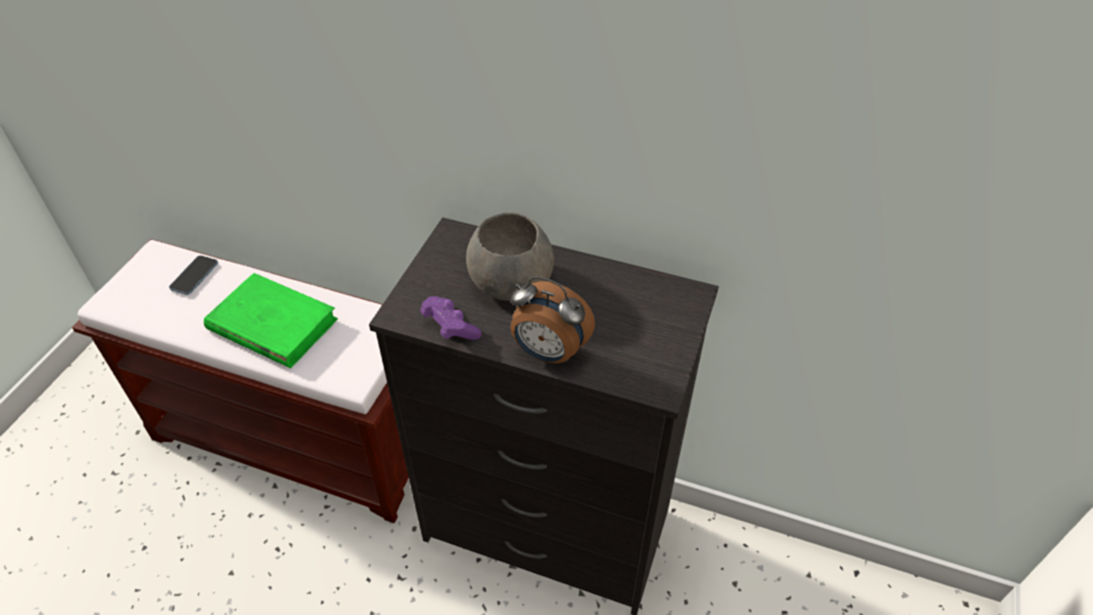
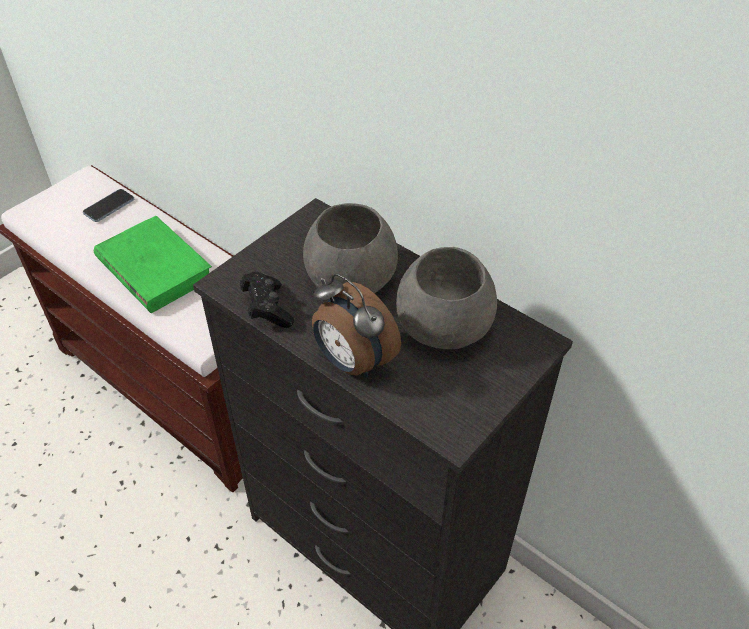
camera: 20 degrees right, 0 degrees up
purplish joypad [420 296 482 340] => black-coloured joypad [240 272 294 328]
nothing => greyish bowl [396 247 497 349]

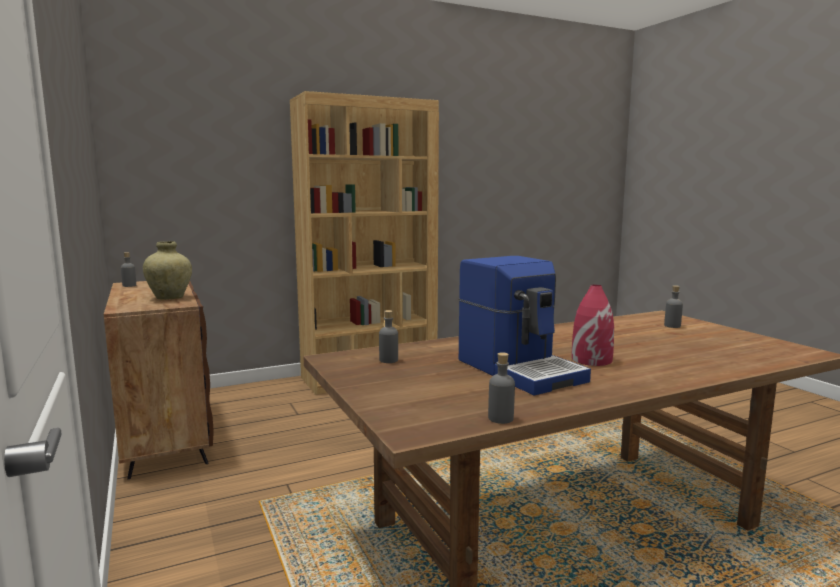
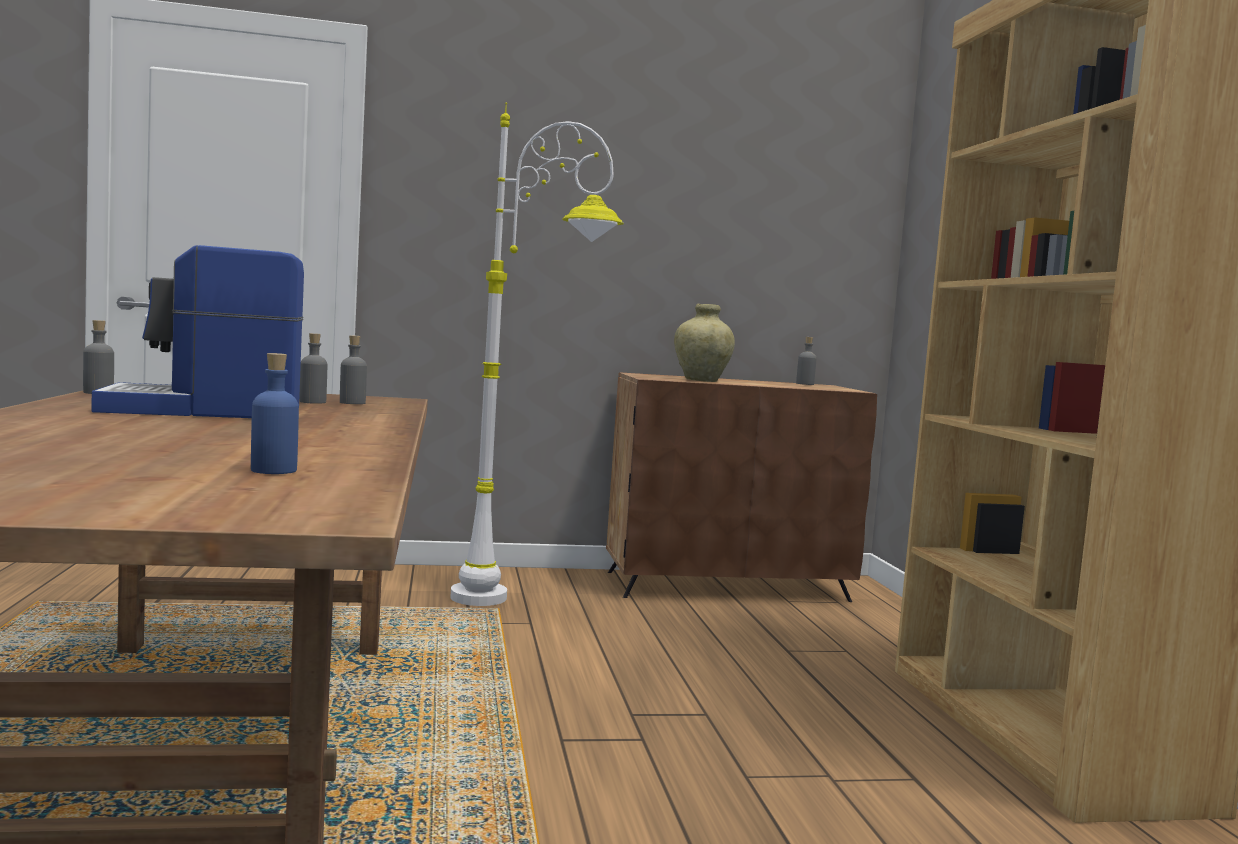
camera: 105 degrees right, 5 degrees down
red-coloured decorative vase [572 285 614 366] => nothing
greyish bottle [664 285 683 328] => greyish bottle [300 333 327 404], moved
nothing => blue bottle [251 353 299 474]
nothing => whitish standard lamp [450 102 624 606]

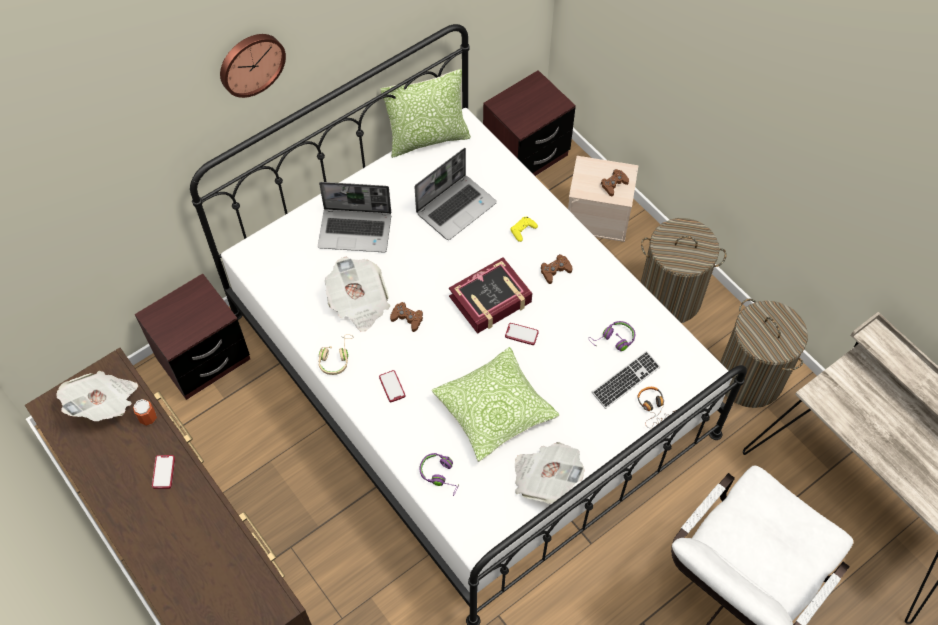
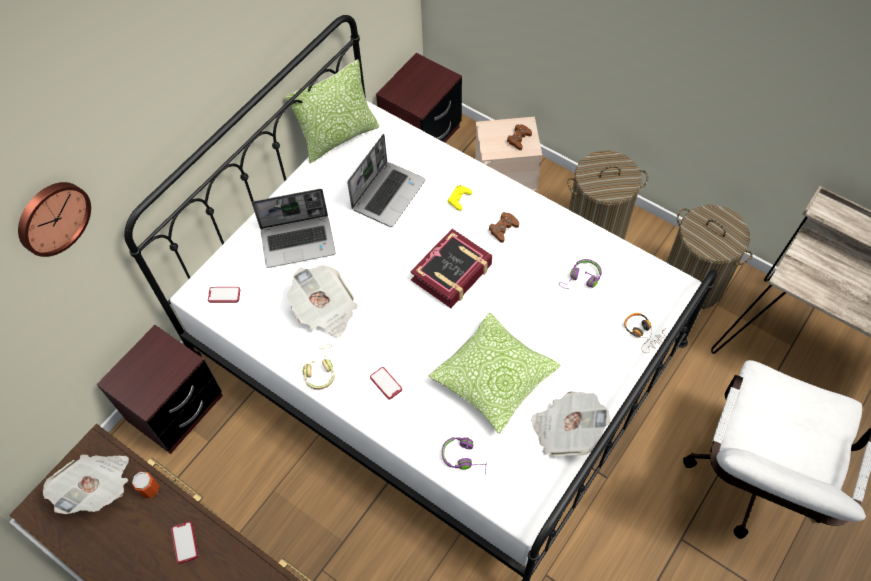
camera: 15 degrees left, 0 degrees up
hanging clock [220 34 286 98] => hanging clock [18 182 91 257], moved
brownish joypad [390 302 423 332] => nothing
telephone [505 323 539 345] => telephone [208 287 240 303], moved
PC keyboard [592 351 660 409] => nothing

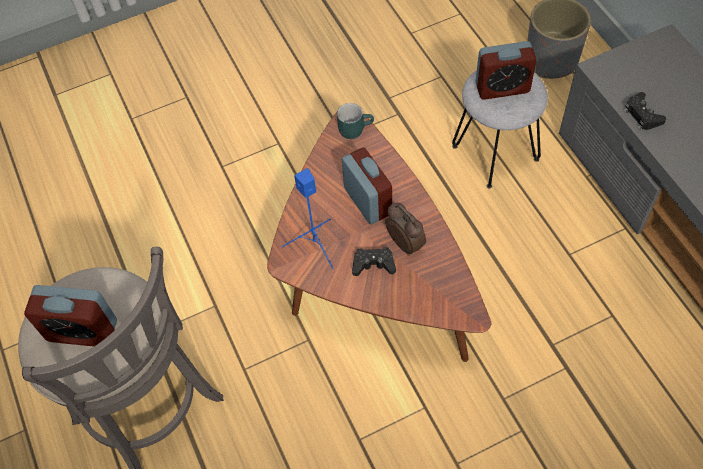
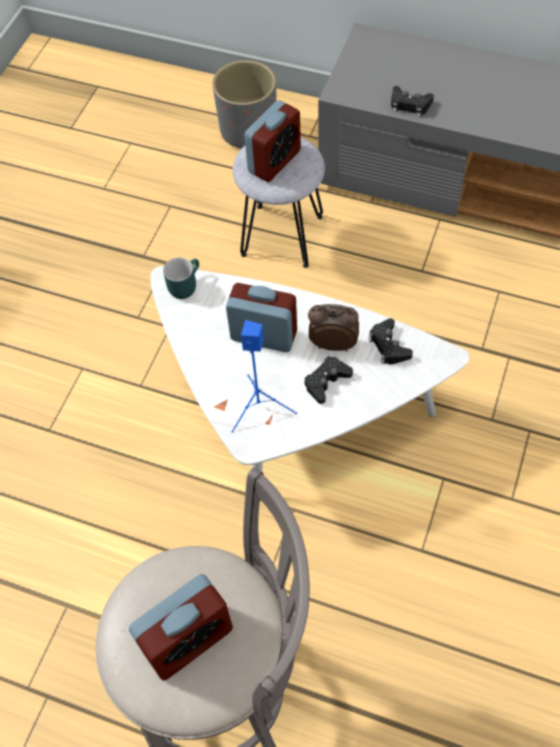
camera: 45 degrees left, 0 degrees up
brownish coffee table [267 112 491 362] => whitish coffee table [150 266 470 472]
nothing => black-coloured joypad [368 318 413 364]

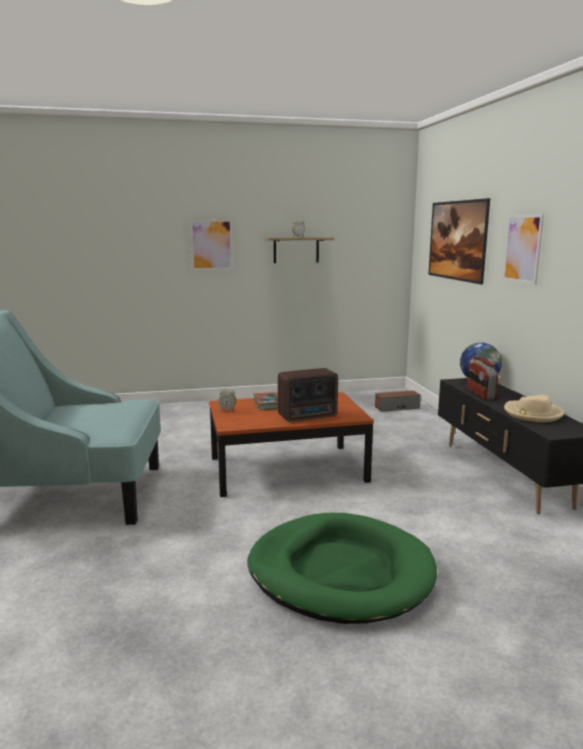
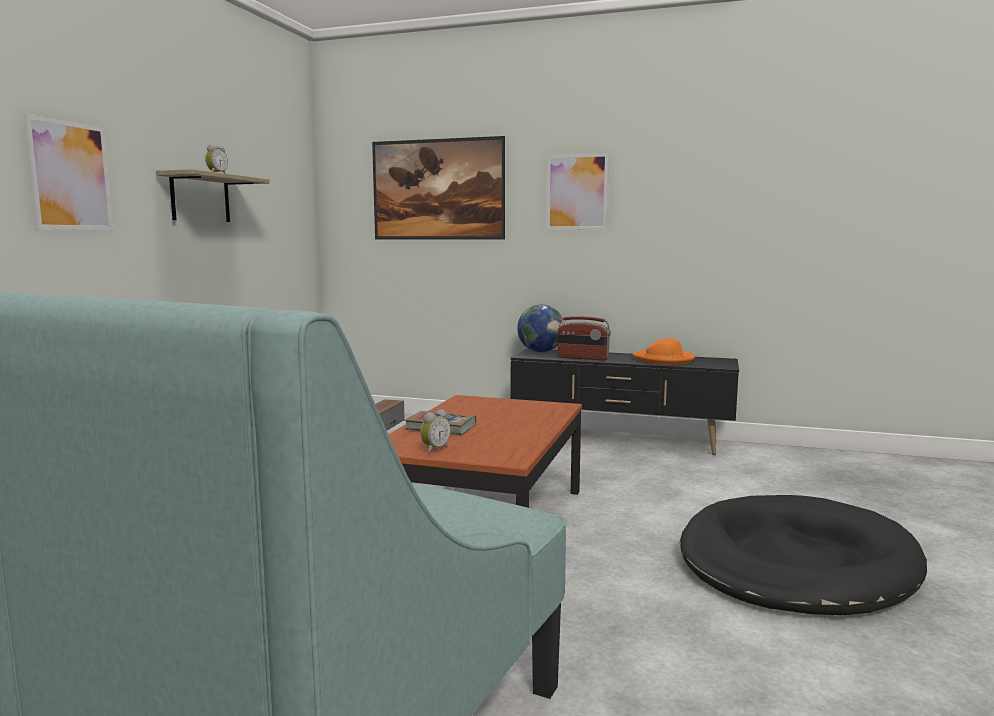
camera: 60 degrees left, 5 degrees down
green dog cushion [248 513 437 624] => black-coloured dog cushion [680 495 927 615]
radio set [278 368 338 422] => nothing
beige wearable hat [504 395 564 422] => orangey wearable hat [633 338 695 365]

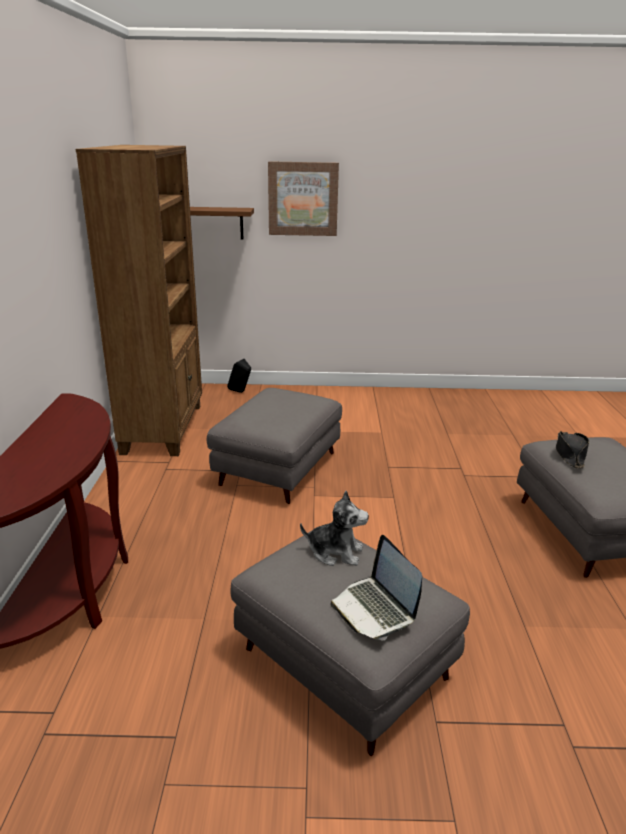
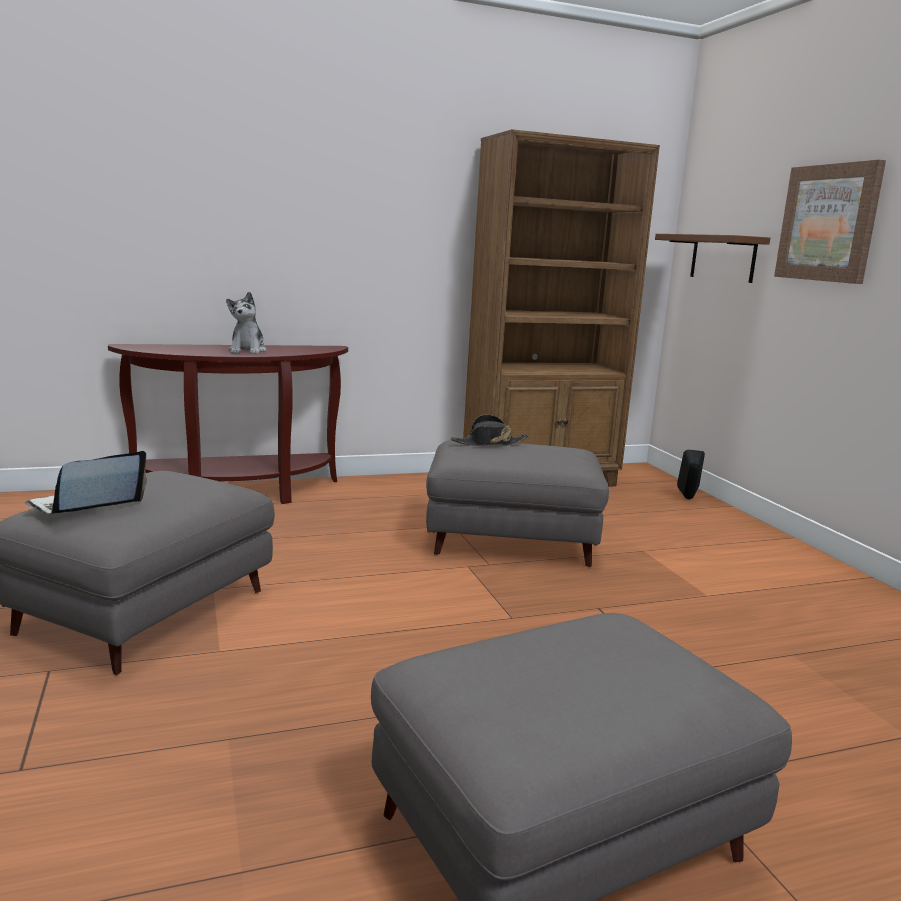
camera: 70 degrees right, 10 degrees down
soft toy [300 491 369 566] => soft toy [226 292 267 354], moved
black-coloured wearable hat [556 431 589 469] => black-coloured wearable hat [451 414 529 446], moved

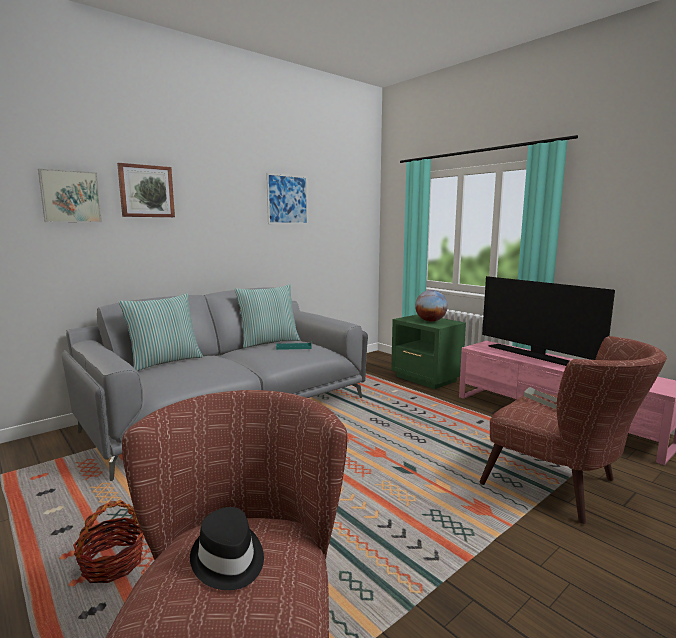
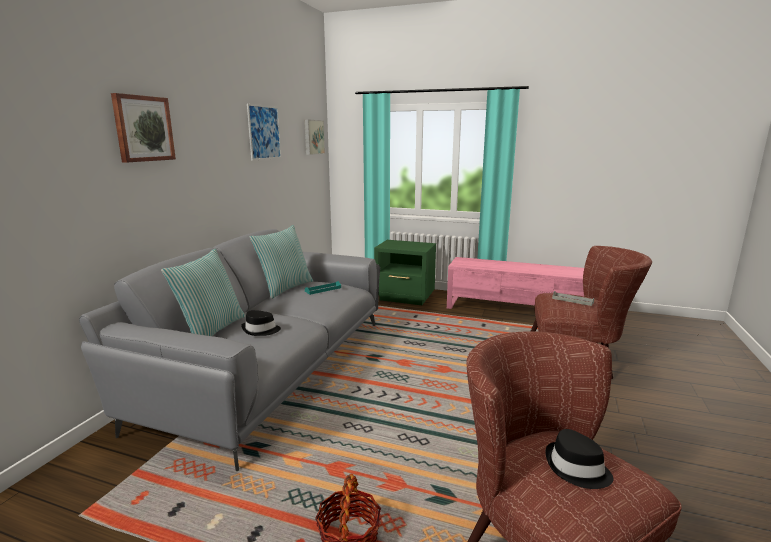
camera: 30 degrees left, 5 degrees up
picture [38 168 102 223] => picture [304 119 325 155], moved
globe [415 290 448 322] => nothing
television [482 276 615 366] => nothing
nothing => black-coloured wearable hat [241 310 281 336]

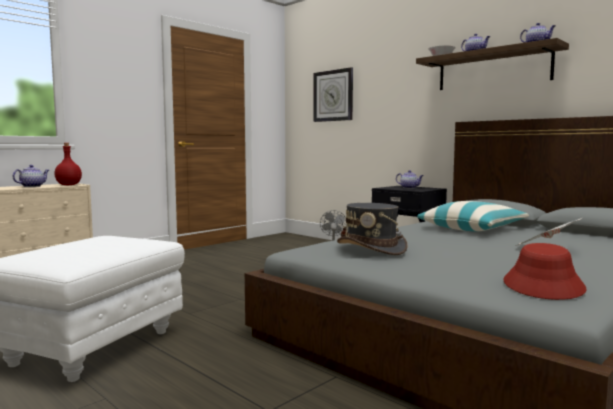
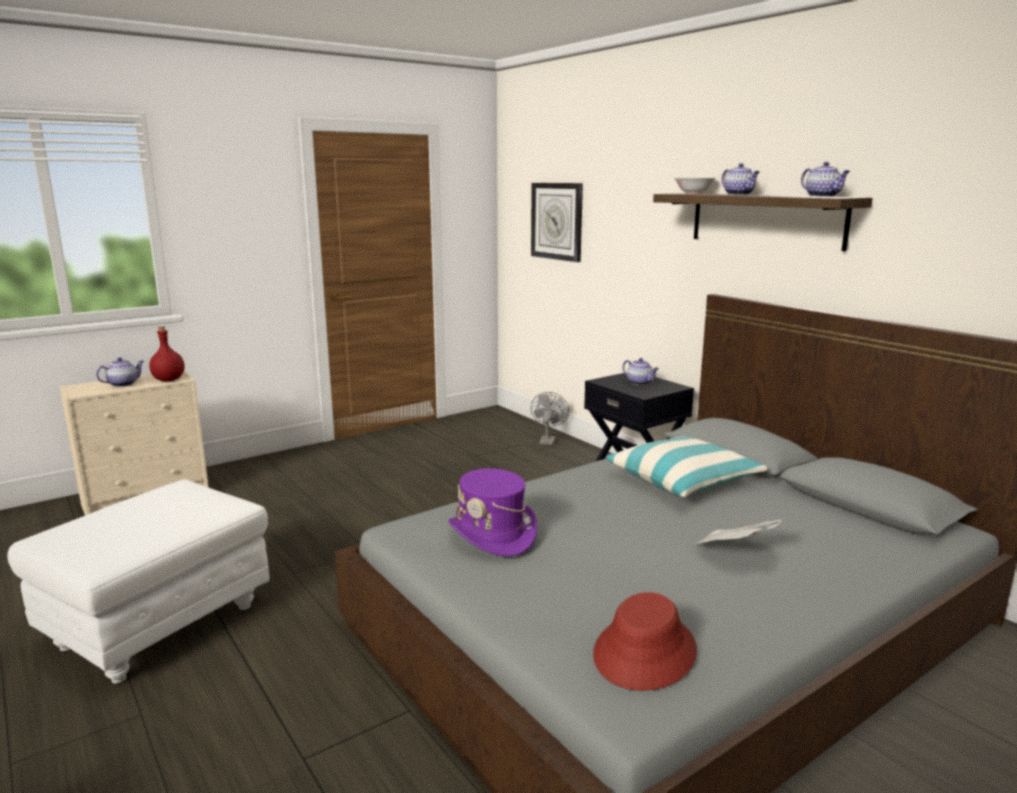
camera: 10 degrees right, 10 degrees up
greyish wearable hat [337 203 408 255] => purplish wearable hat [448 468 537 557]

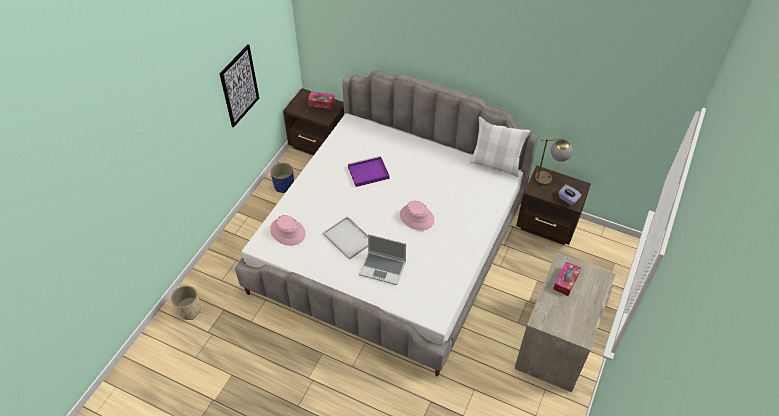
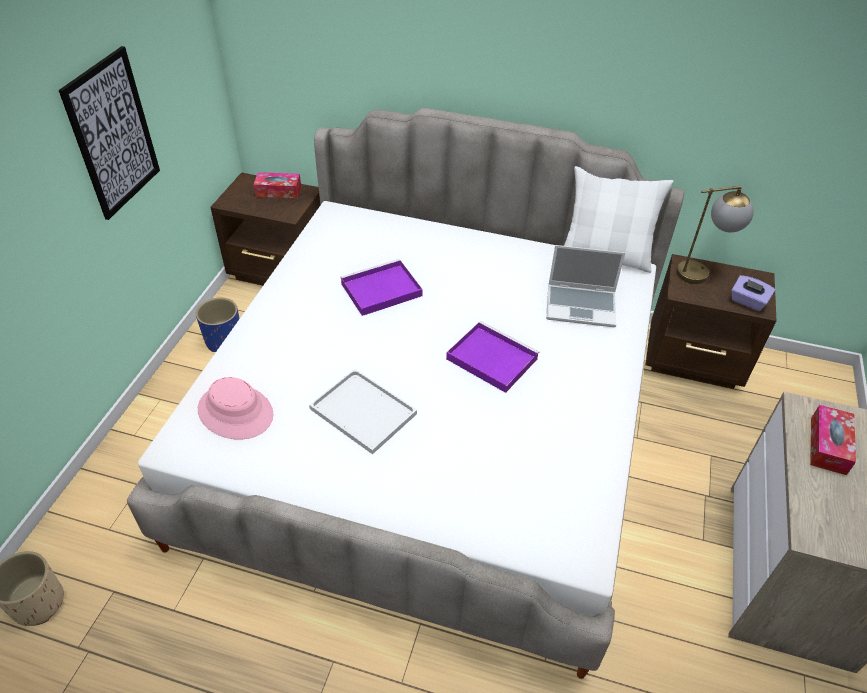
camera: 10 degrees left, 5 degrees down
laptop [359 234 406 285] => laptop [546 245 625 327], moved
pink wearable hat [400 201 435 230] => purplish tray [446 321 539 393]

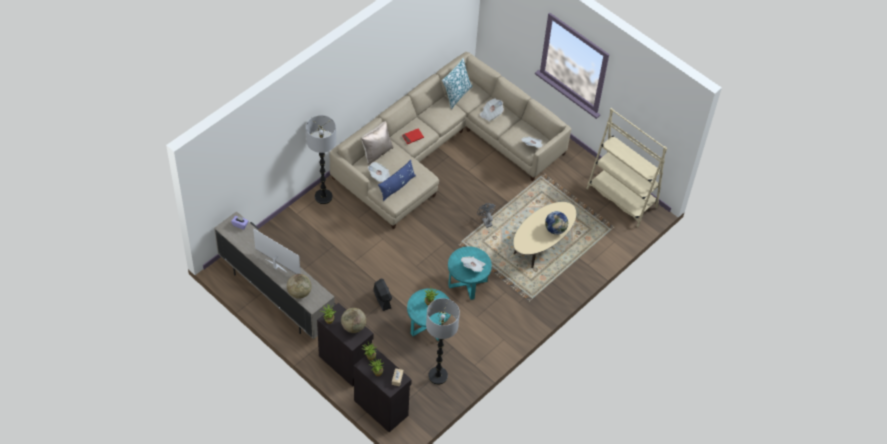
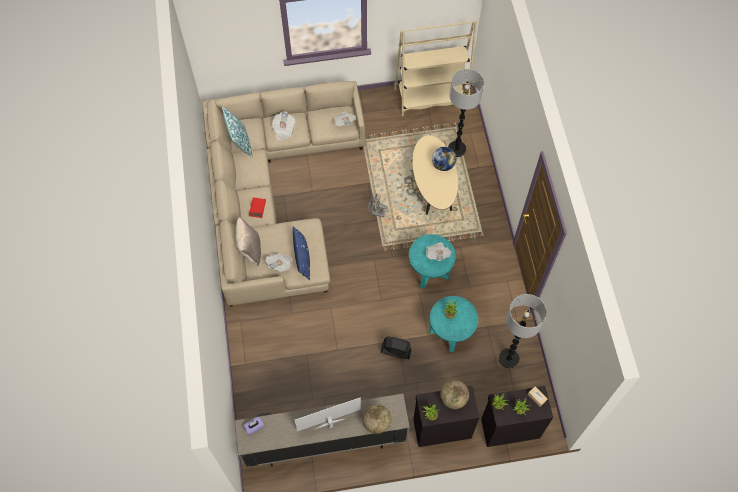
camera: 50 degrees left, 10 degrees up
standard lamp [306 115 336 204] => standard lamp [448 69 484 157], moved

